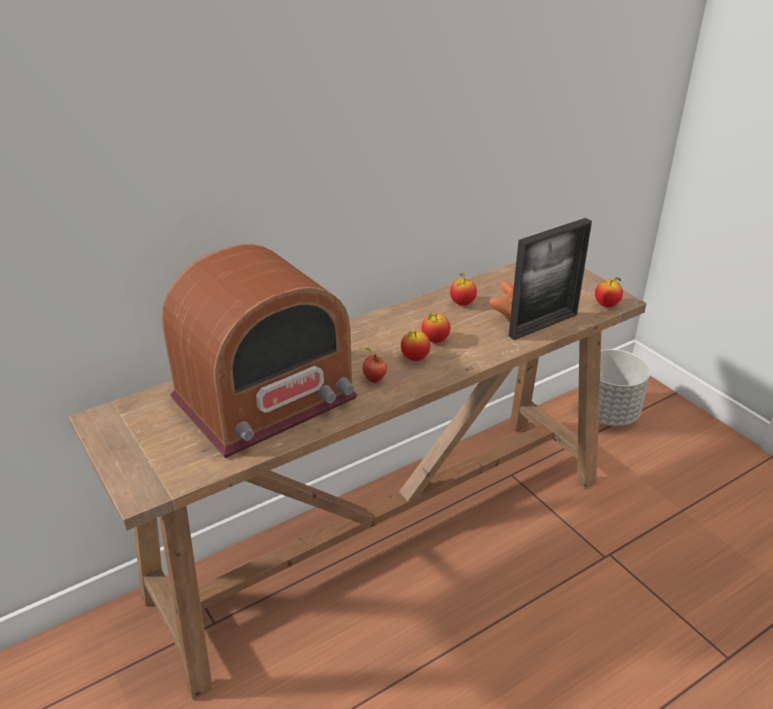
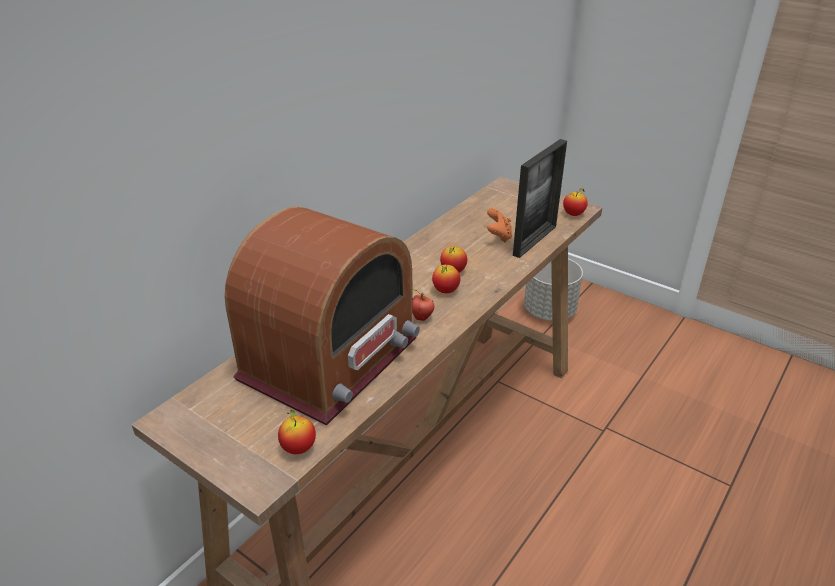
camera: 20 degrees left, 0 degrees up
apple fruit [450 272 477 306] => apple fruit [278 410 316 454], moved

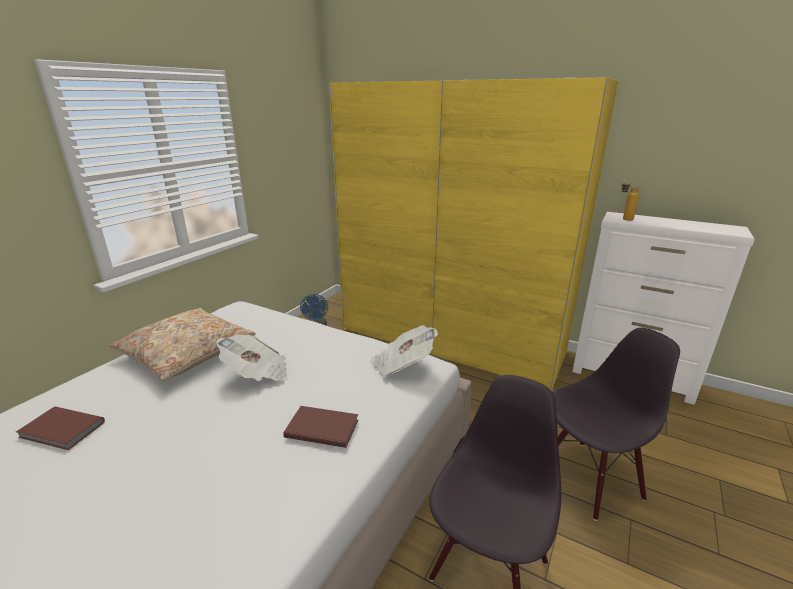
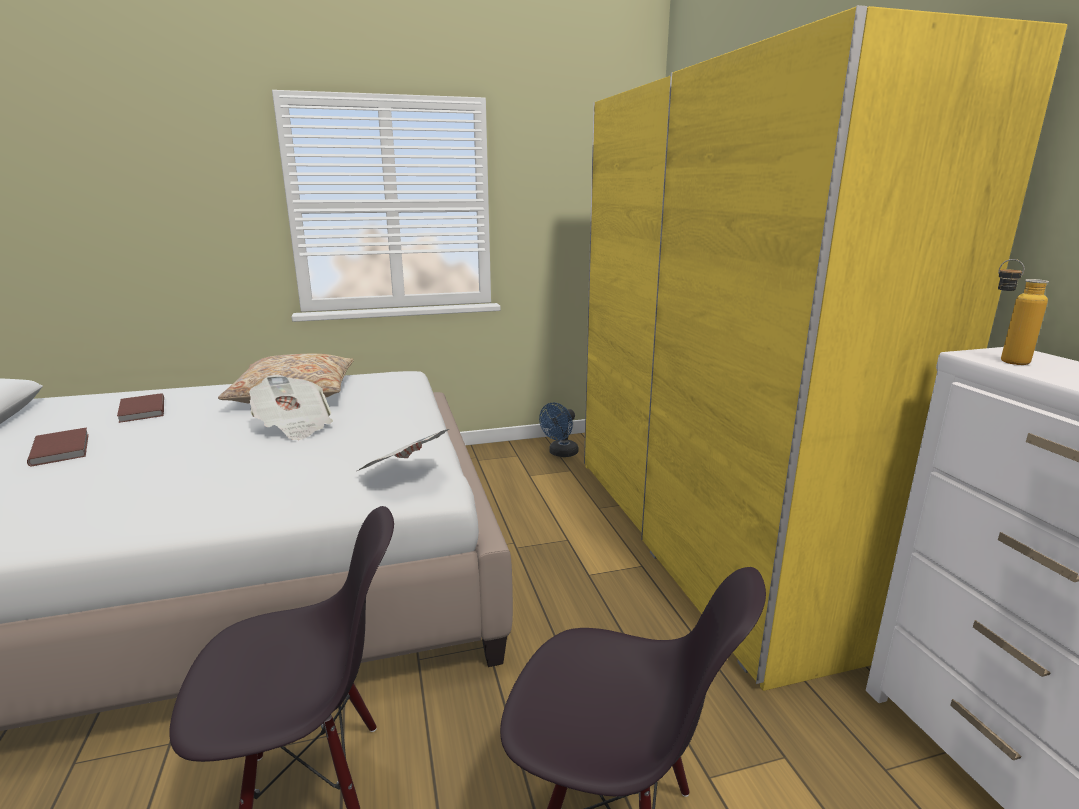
camera: 45 degrees right, 5 degrees down
brownish volume [283 406 358 448] => brownish volume [27 427 89 467], moved

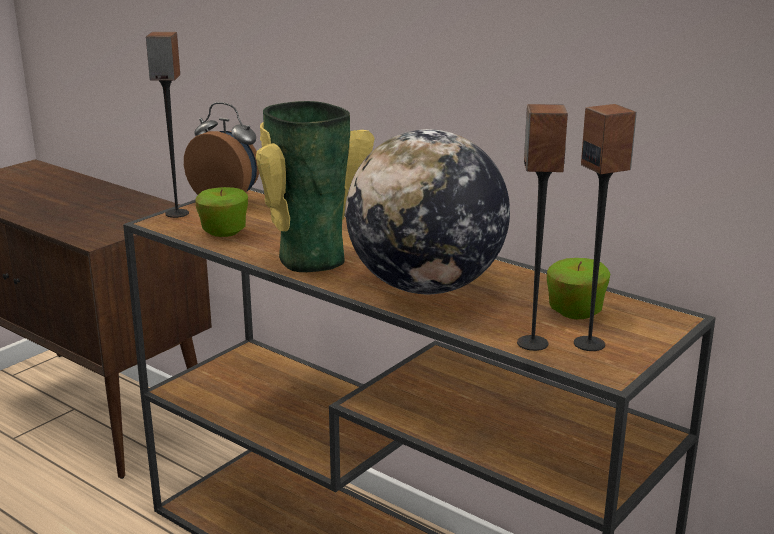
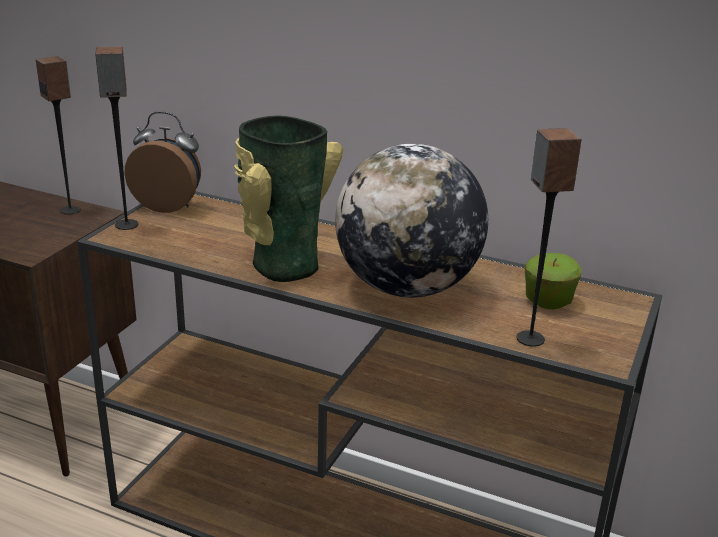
camera: 15 degrees left, 5 degrees up
apple fruit [195 187 248 237] => nothing
loudspeaker [574 104 637 351] => loudspeaker [36 56 81 215], moved

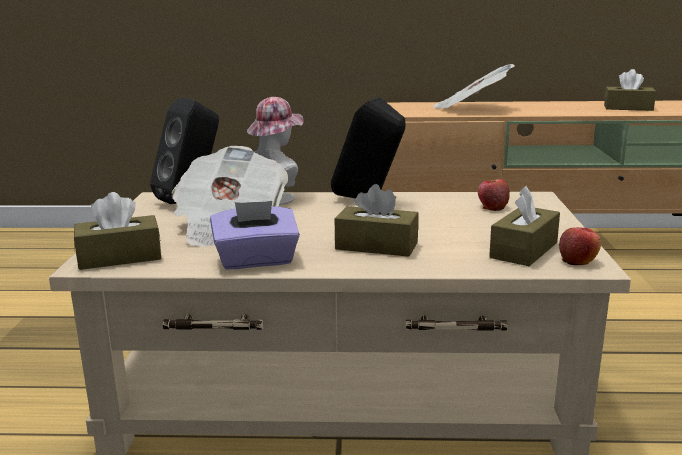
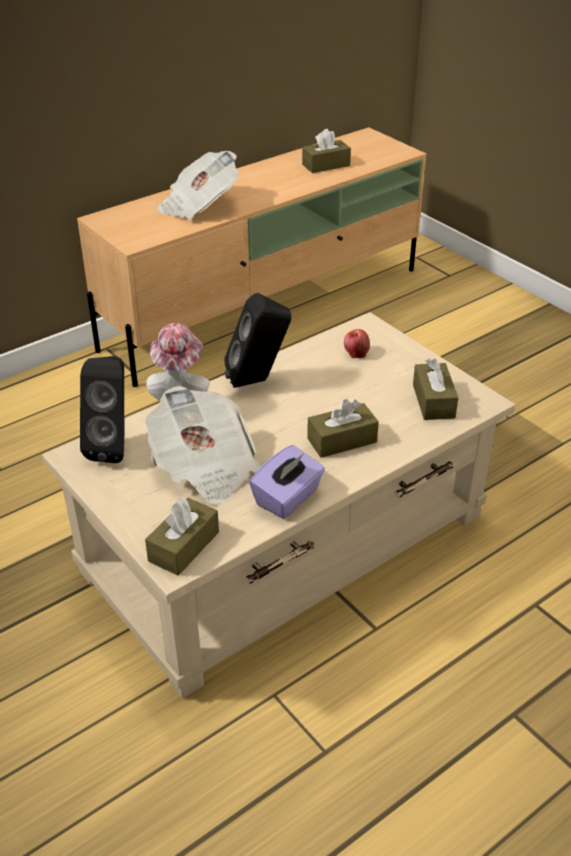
camera: 40 degrees left, 20 degrees up
apple fruit [559 227 601 265] => nothing

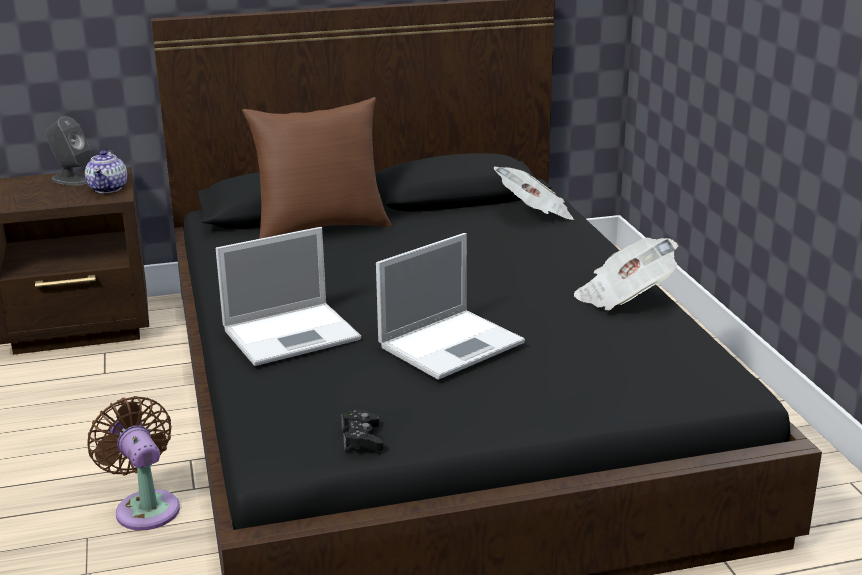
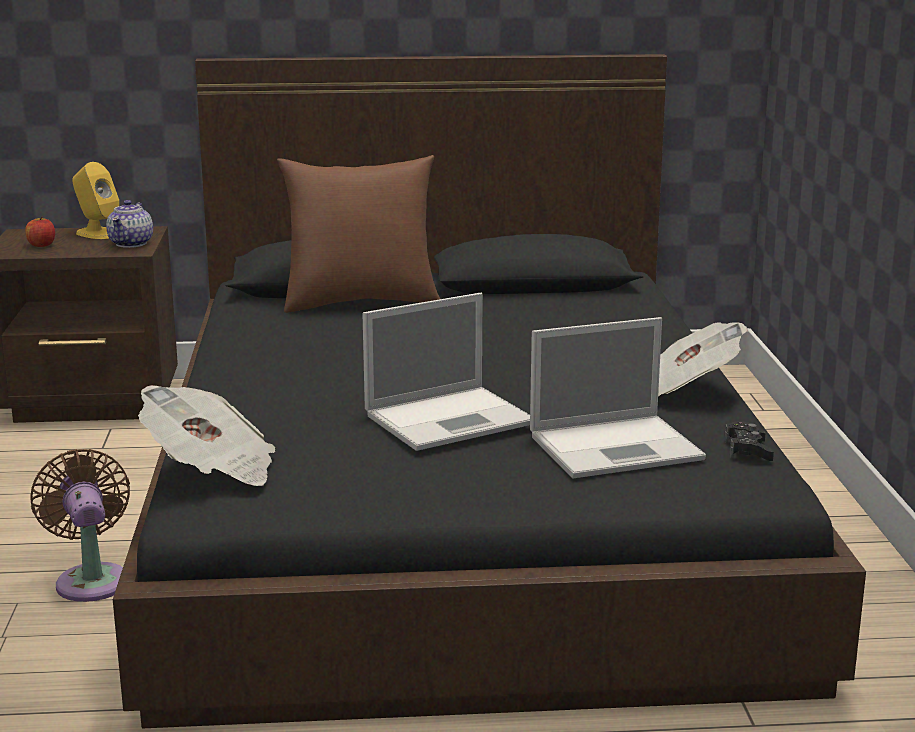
camera: 10 degrees right, 5 degrees down
greyish loudspeaker [45 116 91 185] => yellow loudspeaker [72 162 120 239]
laptop [216 227 361 366] => laptop [530 317 706 478], moved
black-coloured joypad [341 409 384 451] => black-coloured joypad [724 421 774 461], moved
newspaper [494 167 575 220] => newspaper [138 385 276 486], moved
nothing => apple fruit [25 216 55 247]

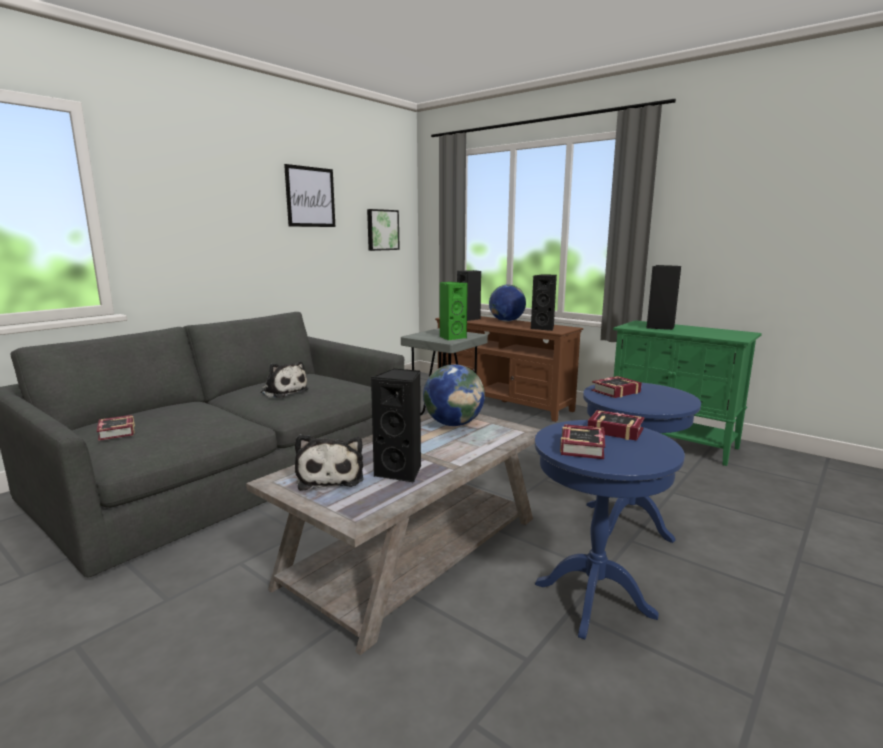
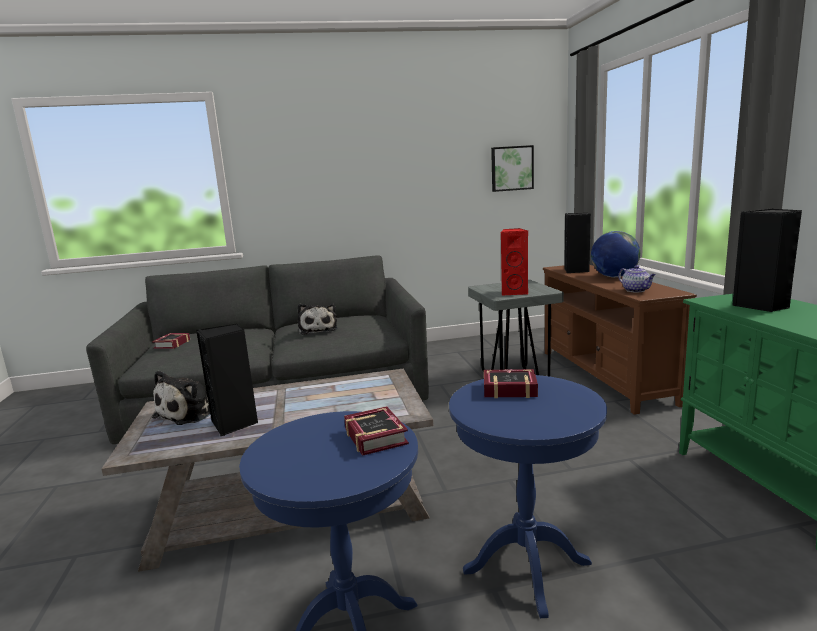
camera: 40 degrees right, 0 degrees up
picture [284 164 335 227] => nothing
globe [423 364 485 426] => nothing
green loudspeaker [440 282 468 341] => red-coloured loudspeaker [501 228 528 295]
black-coloured loudspeaker [531 274 557 331] => pot for tea [618 265 656 292]
volume [560 424 605 459] => nothing

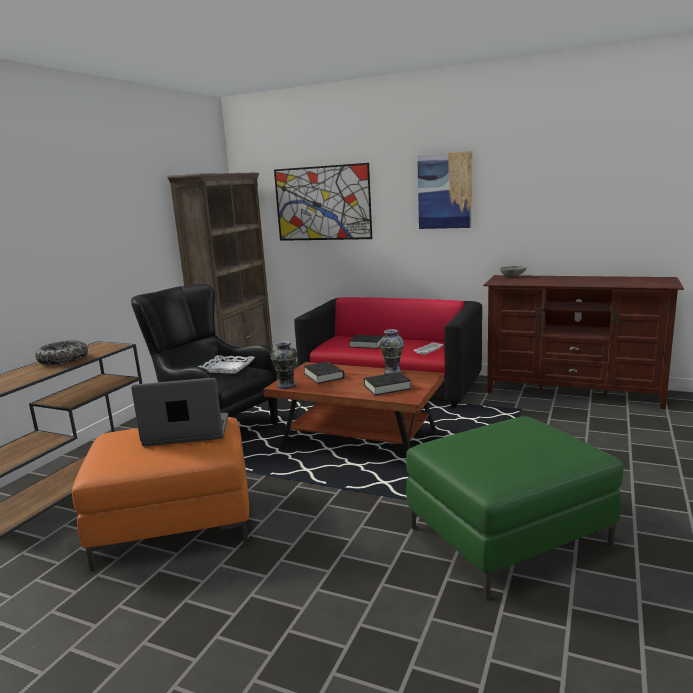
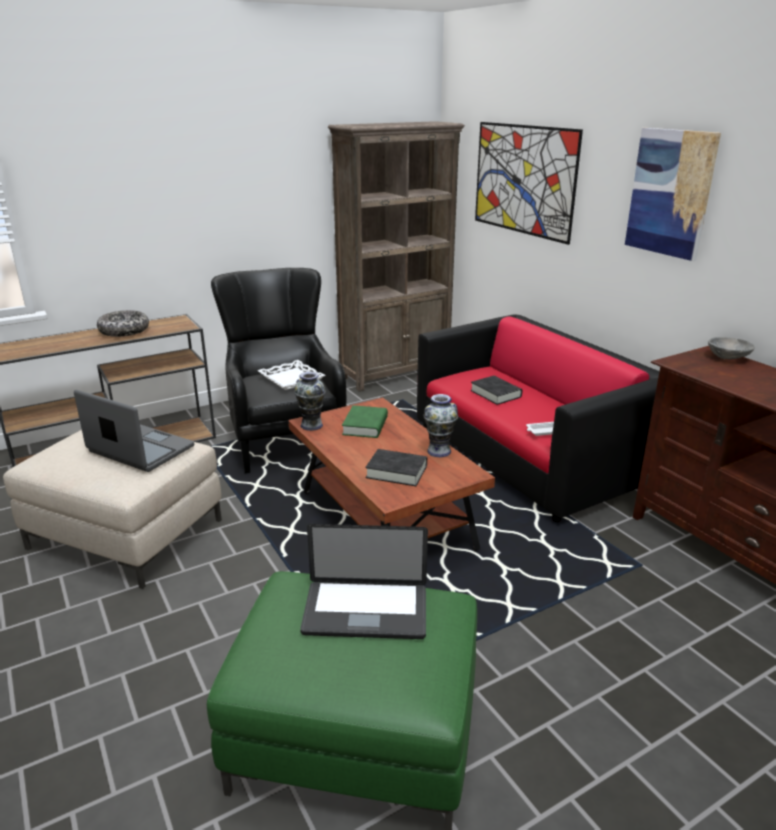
camera: 35 degrees right, 10 degrees up
orangey pouffe [72 417 249 571] => beige pouffe [3 430 222 589]
black-coloured volume [304 361 344 384] => green volume [342 405 388 438]
nothing => laptop [300 524 428 639]

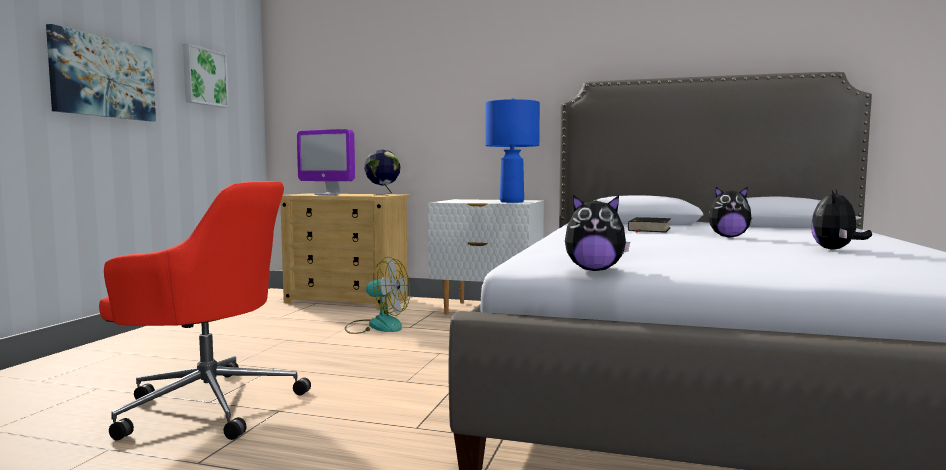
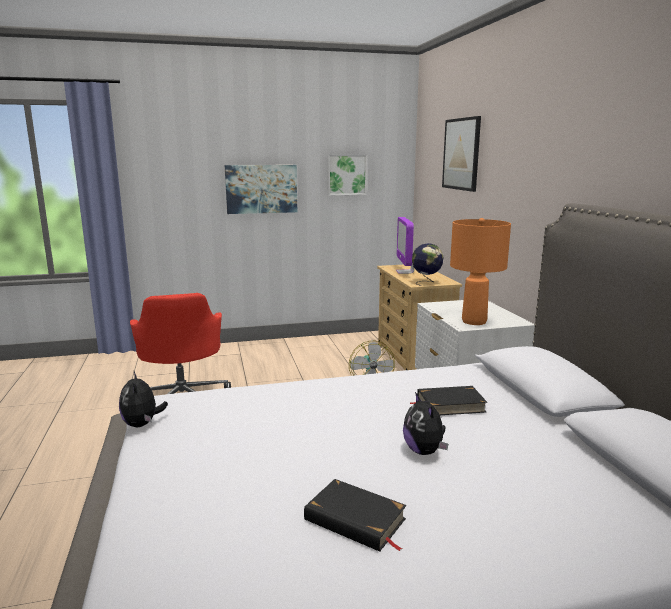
camera: 60 degrees right, 10 degrees up
blue tabletop lamp [485 98 540 203] => orangey tabletop lamp [450 218 511 325]
soft toy [811 190 872 250] => black-coloured volume [304 479 406 552]
nothing => picture [442 116 481 192]

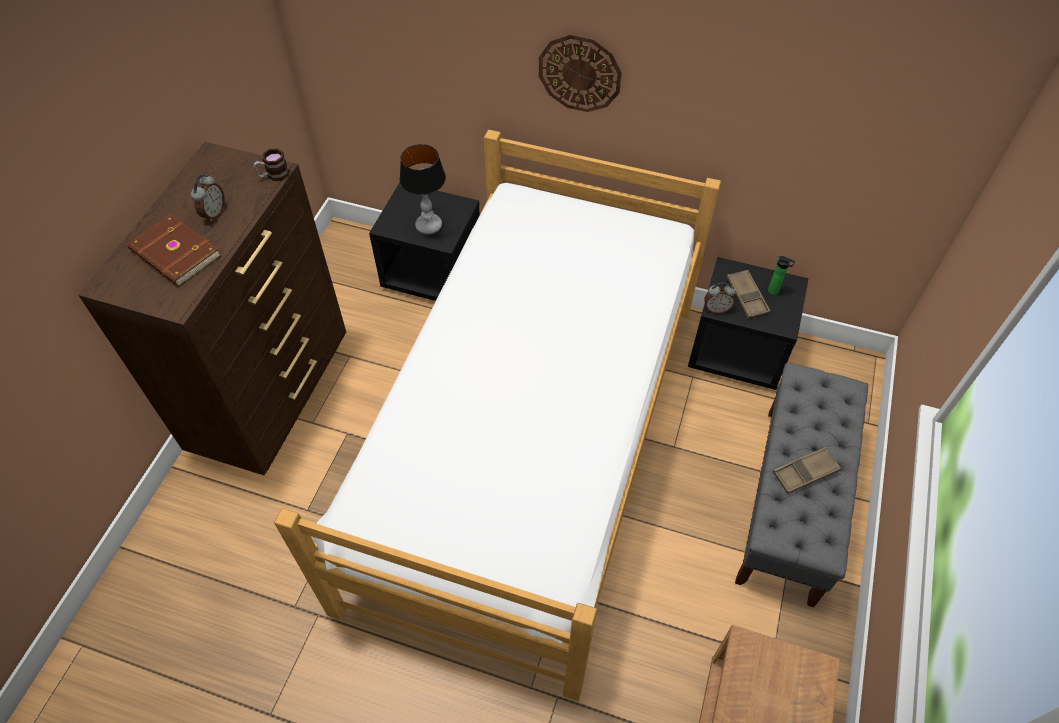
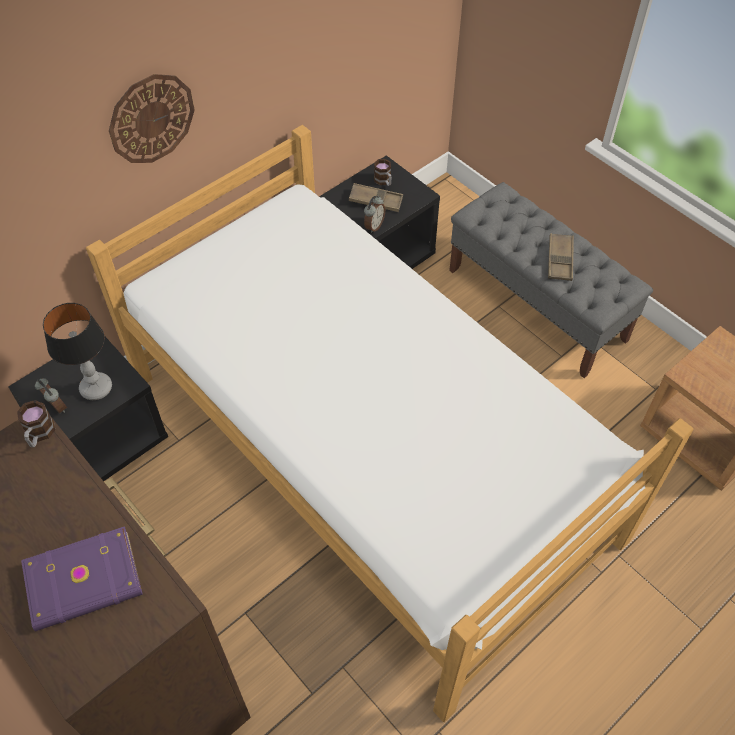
camera: 60 degrees left, 0 degrees up
brownish volume [127 214 222 287] => purplish volume [21 526 143 631]
bedside clock [191 174 225 222] => bedside clock [35 378 67 413], moved
bottle [768 256 795 295] => tea mug [374 159 392 186]

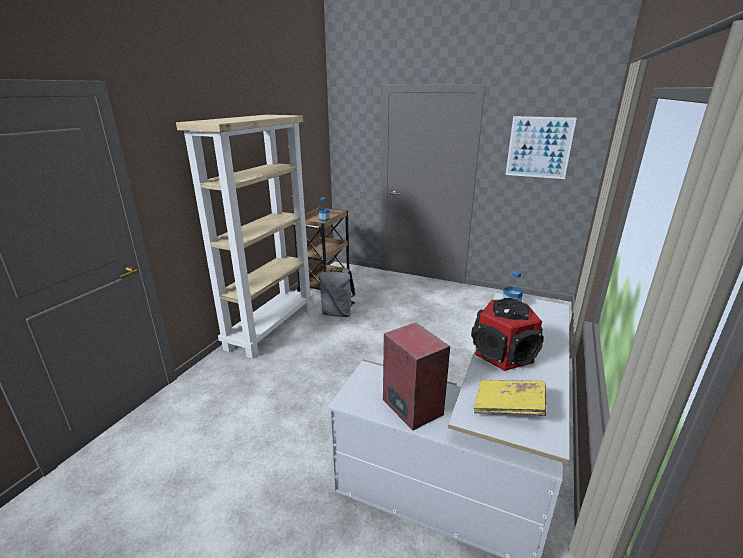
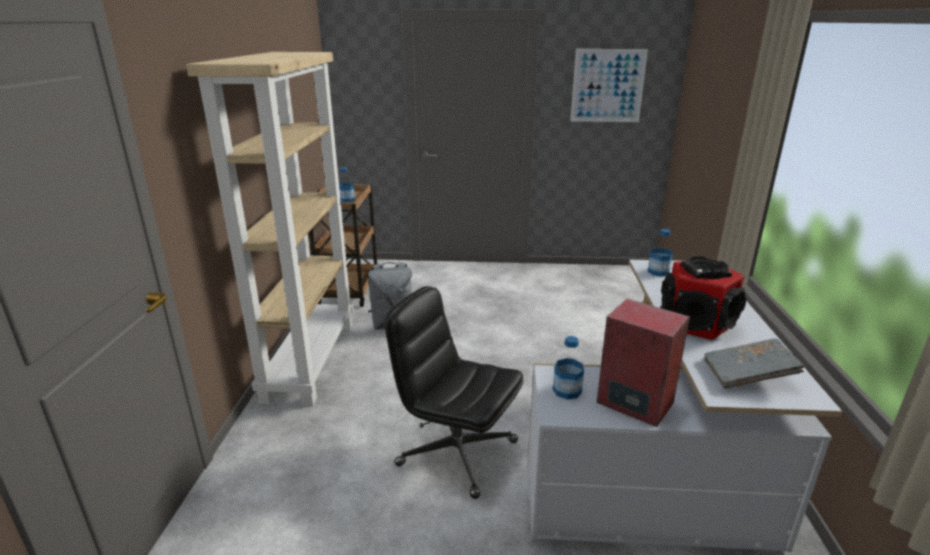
camera: 20 degrees left, 0 degrees up
yellow volume [474 380 547 416] => greyish volume [704 338 805 389]
nothing => black-coloured office chair [385 286 524 499]
nothing => bottle [553 336 584 399]

